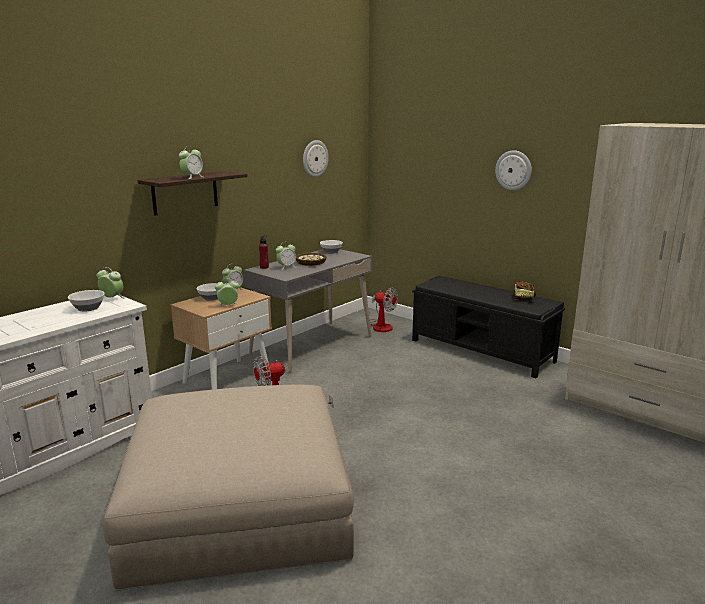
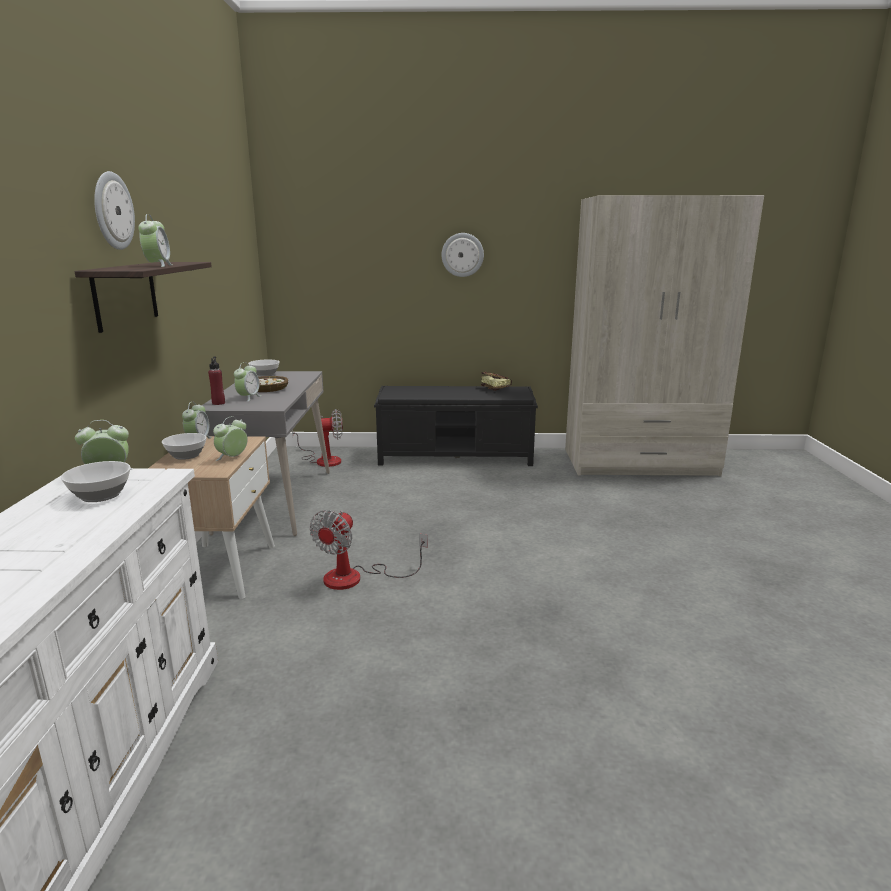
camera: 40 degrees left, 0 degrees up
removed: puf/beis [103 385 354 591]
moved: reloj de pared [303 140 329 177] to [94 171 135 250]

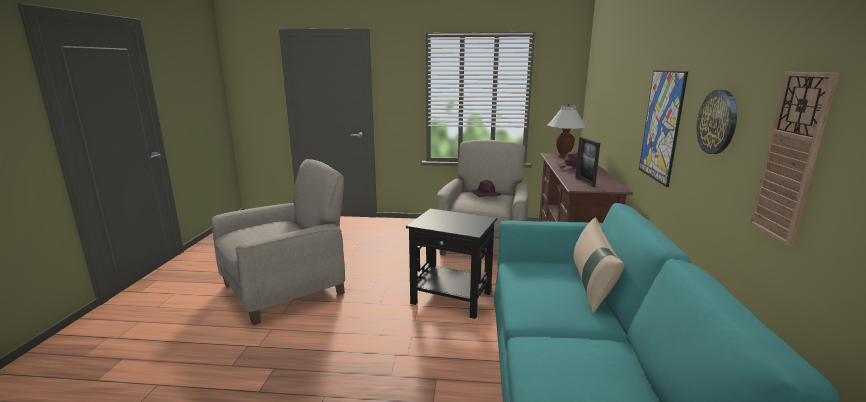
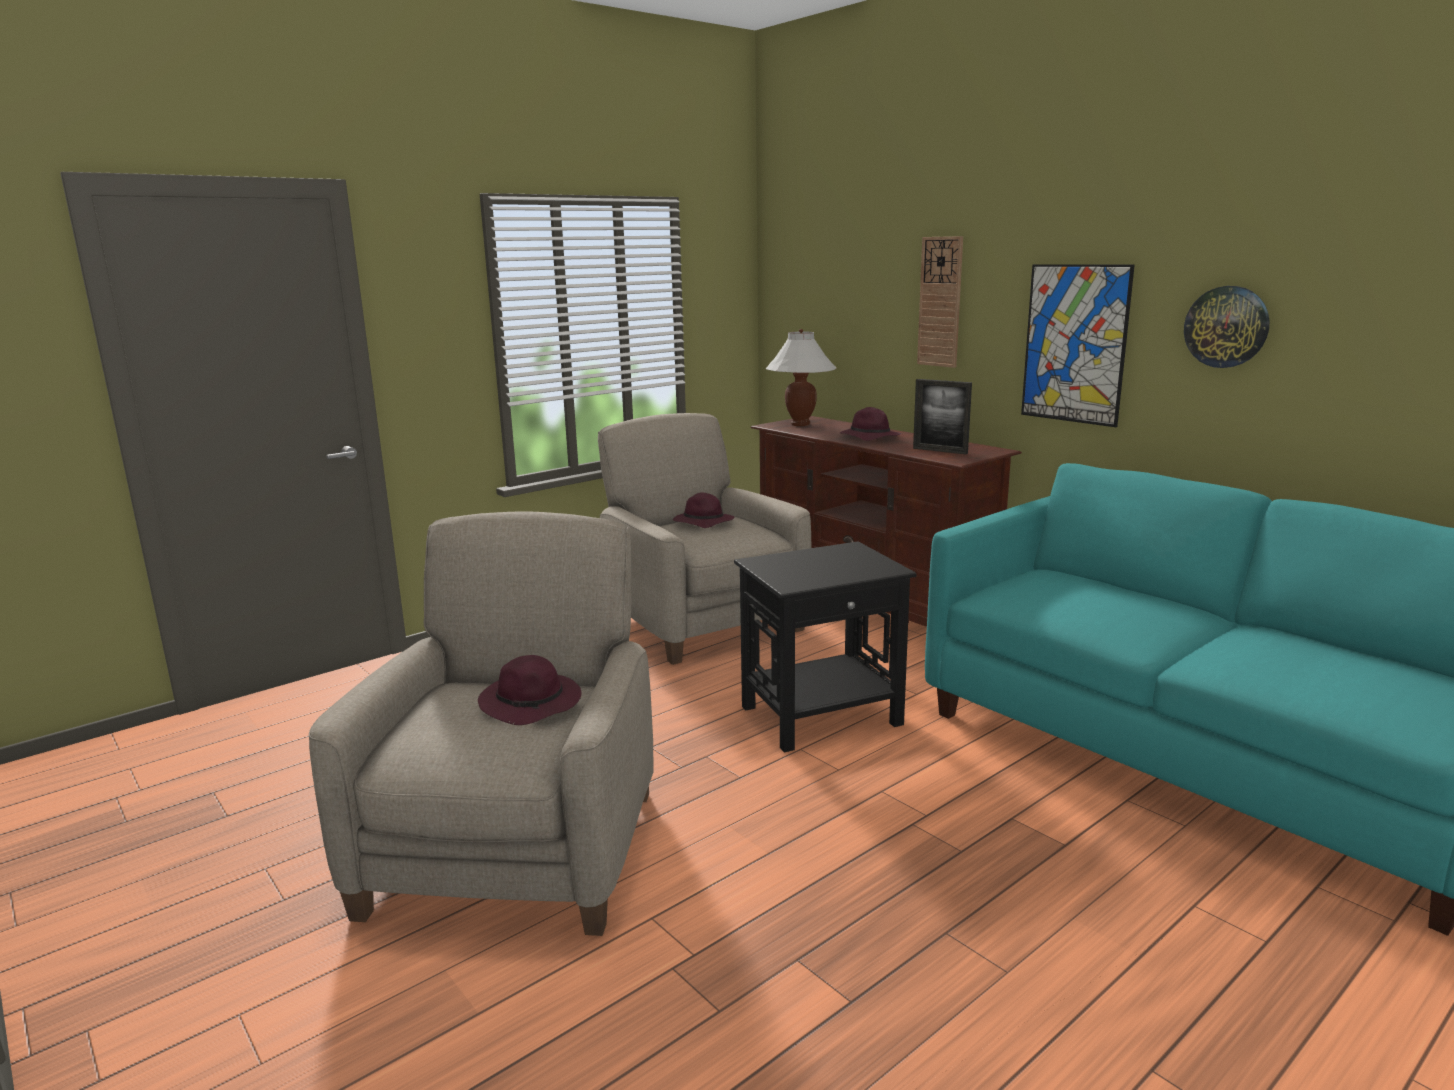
camera: 45 degrees left, 0 degrees up
removed: cojín/beis [572 217 624 314]
added: sombrero/morado [478 655 581 725]
moved: reloj de pared [750 72 839 246] to [917 236 963 368]

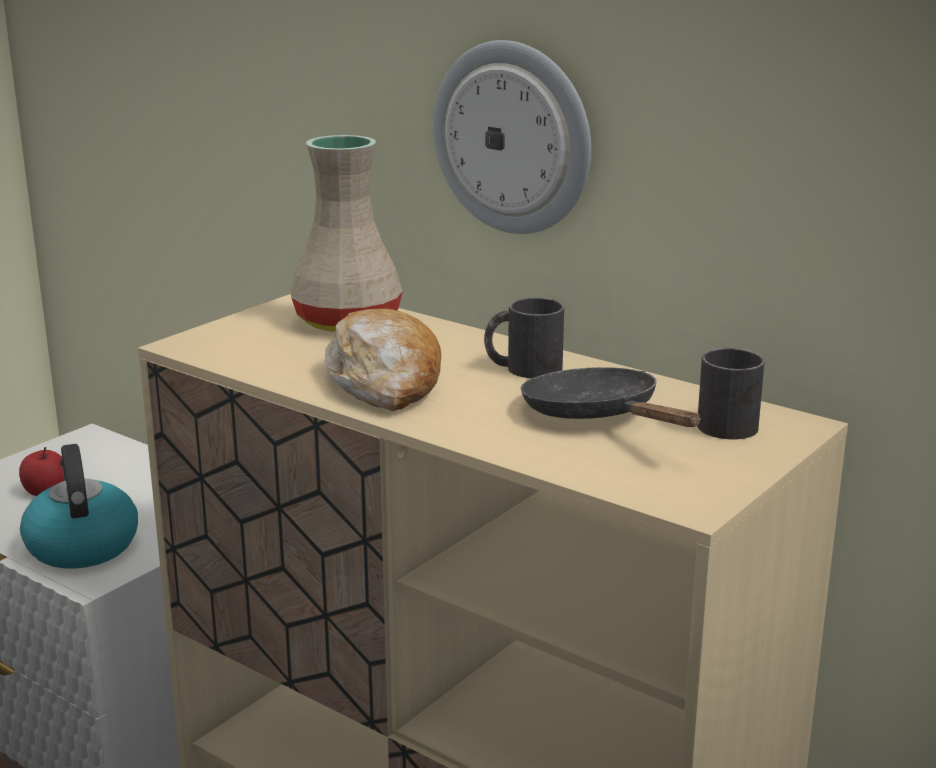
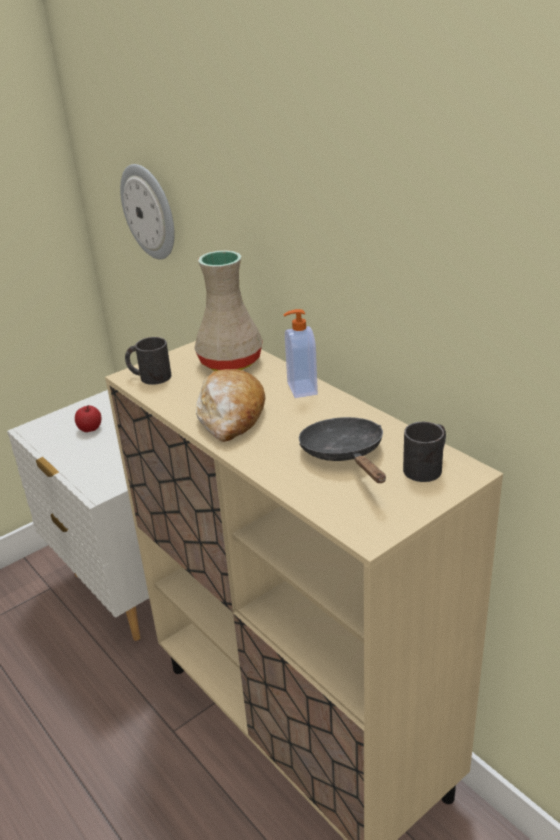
camera: 15 degrees right, 10 degrees up
removed: hervidor [20 444 138 569]
added: dispensador de jabón [283 309 318 398]
moved: reloj de pared [433 40 591 234] to [120 164 175 259]; taza grande/negro [484 297 564 379] to [125 337 171 385]

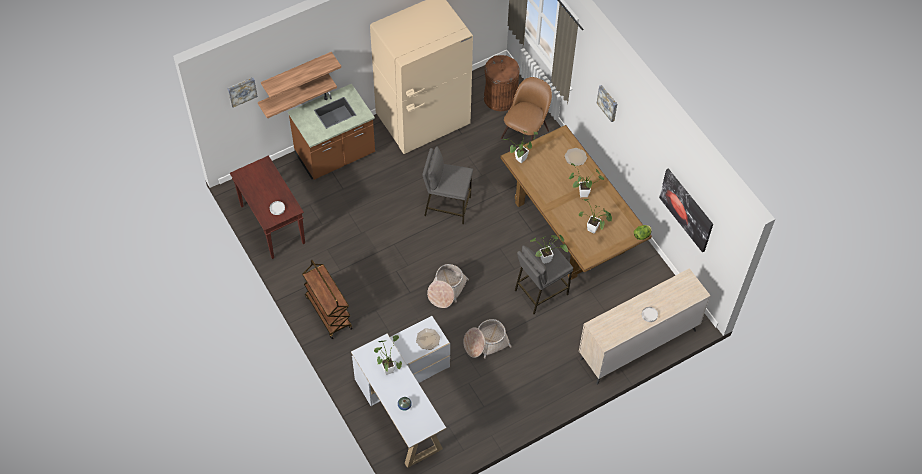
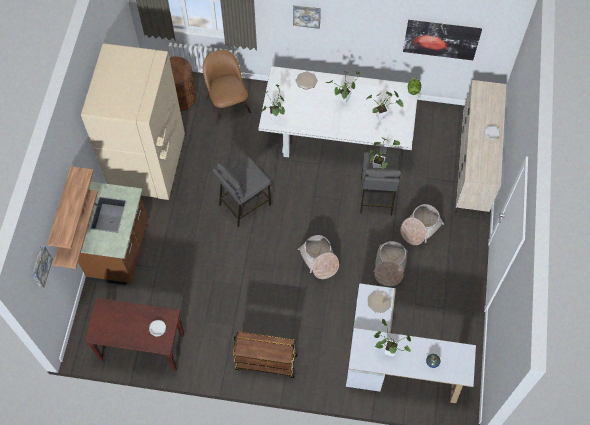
camera: 50 degrees left, 5 degrees up
added: cesta [400 204 444 245]
recoloured: mesa de comedor/marrón [500 125 652 280] to mesa de comedor/blanco [258 66 418 157]

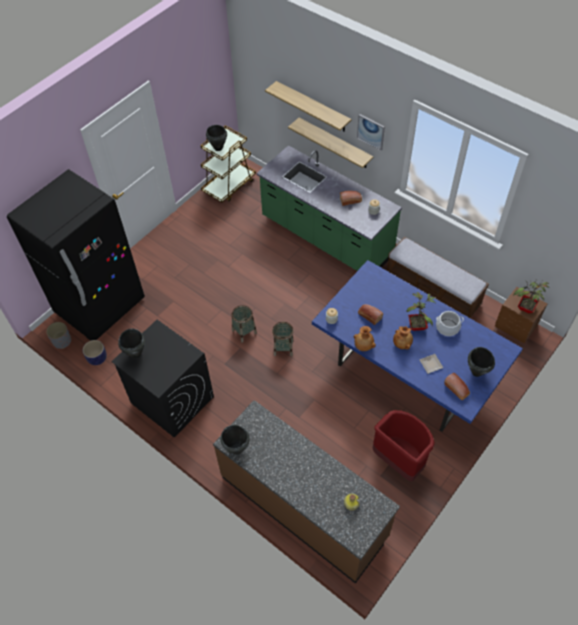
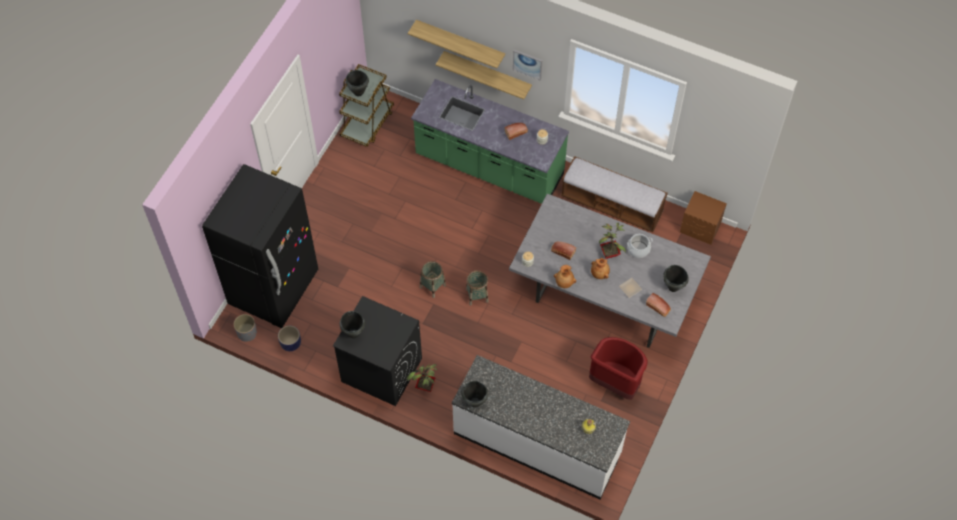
camera: 15 degrees left, 5 degrees up
moved: planta en maceta [514 279 549 313] to [407 364 437 392]
recoloured: mueble bajo de cocina/marrón [213 400 400 584] to mueble bajo de cocina/blanco [452 355 630 499]; mesa de comedor/azul [312 260 523 432] to mesa de comedor/gris [509 194 711 348]

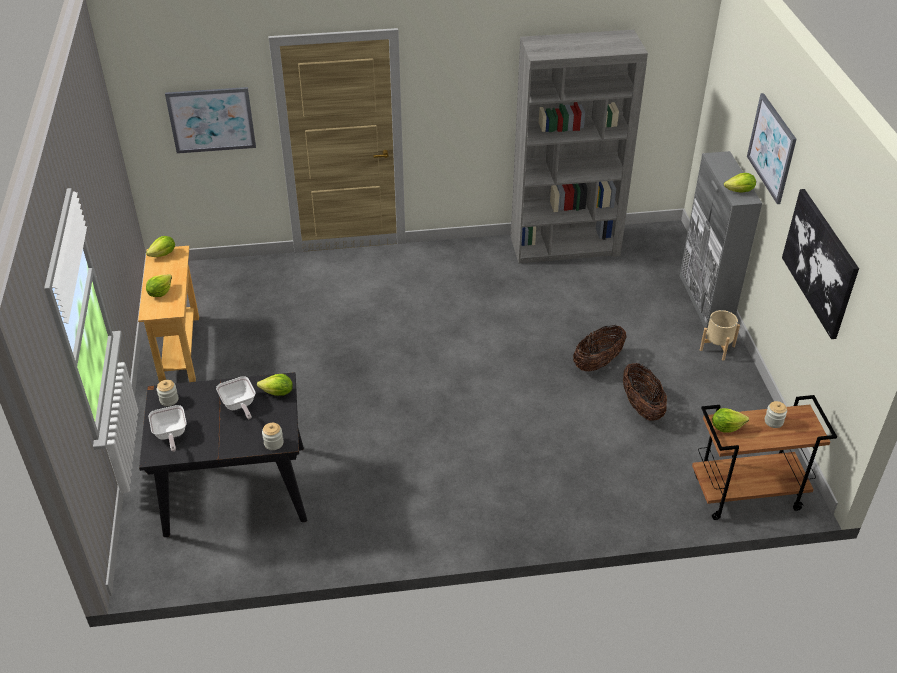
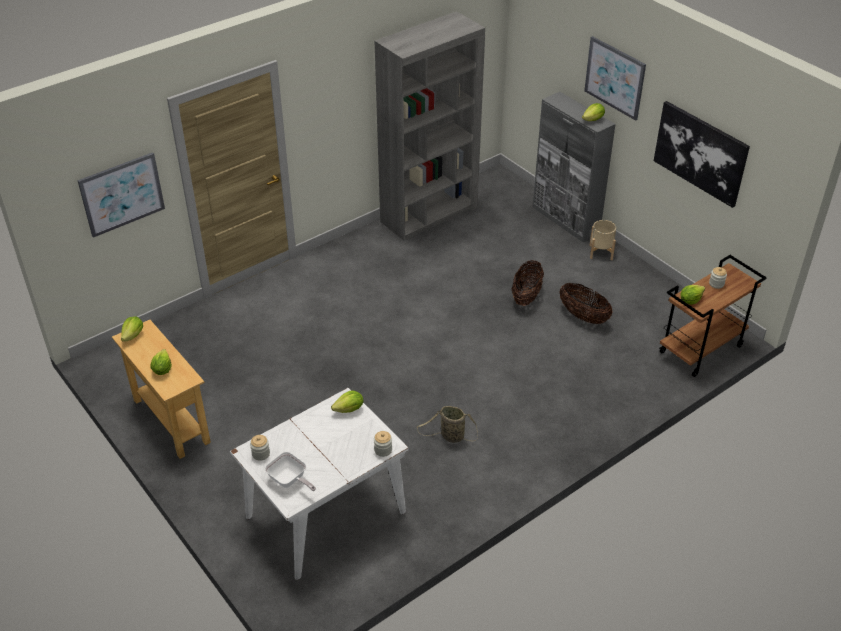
camera: 30 degrees left, 0 degrees up
removed: sartén [216 376 256 419]
added: cesta [417 406 478 443]
recoloured: mesa de comedor/negro [139 372 307 537] to mesa de comedor/blanco [230 388 409 580]

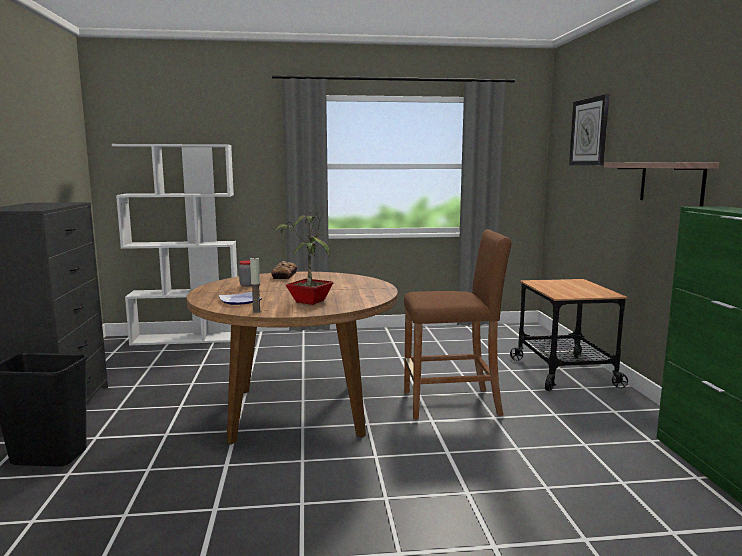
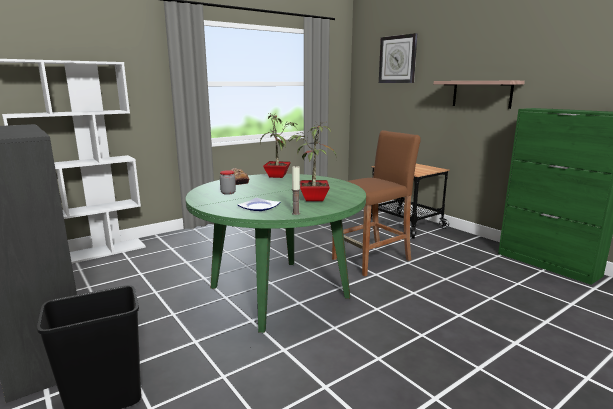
camera: 30 degrees left, 5 degrees up
added: planta en maceta [260 113 296 178]
recoloured: mesa de comedor/marrón [187 272 398 444] to mesa de comedor/verde [186 174 366 333]

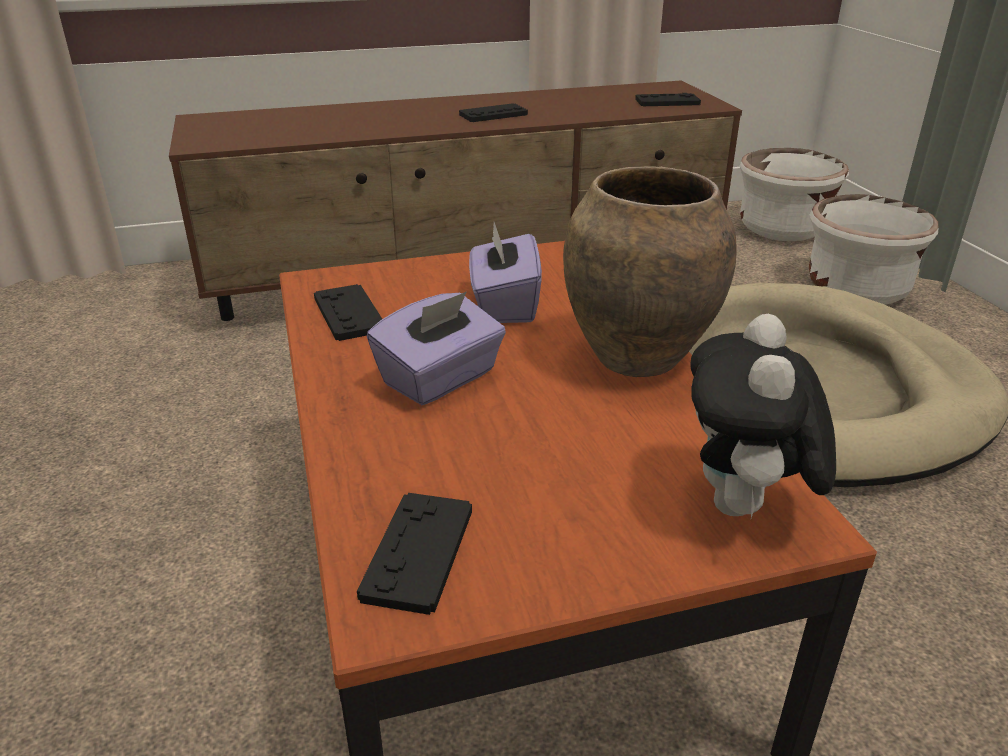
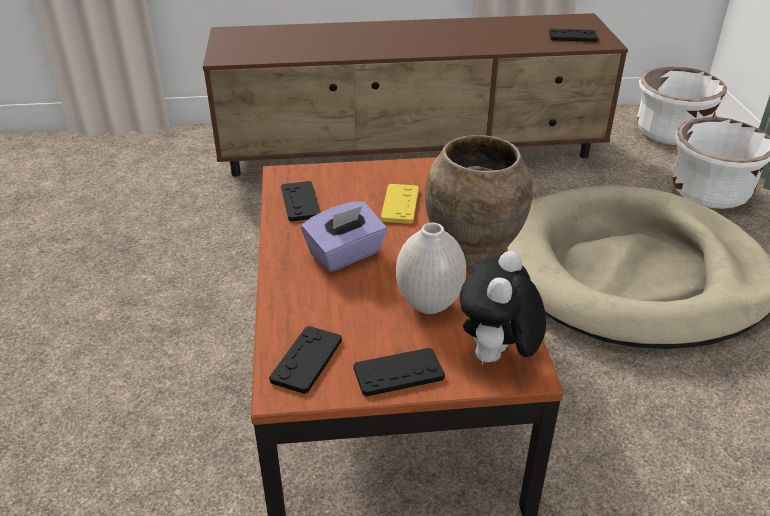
camera: 10 degrees right, 5 degrees up
added: florero/blanco [396 223 466 314]
moved: mando de consola/negro [459 103 528 122] to [353 348 445 397]
replaced: caja de pañuelos/morado [469 222 542 323] to mando de consola/amarillo [381 184 419 224]

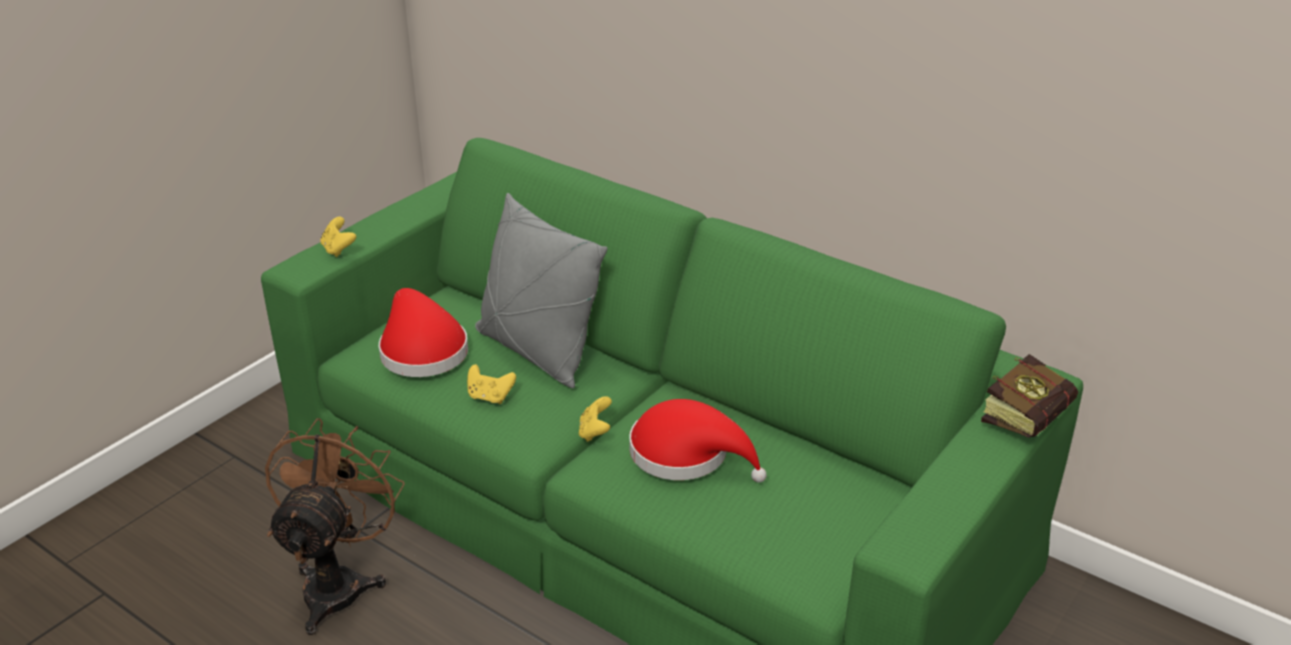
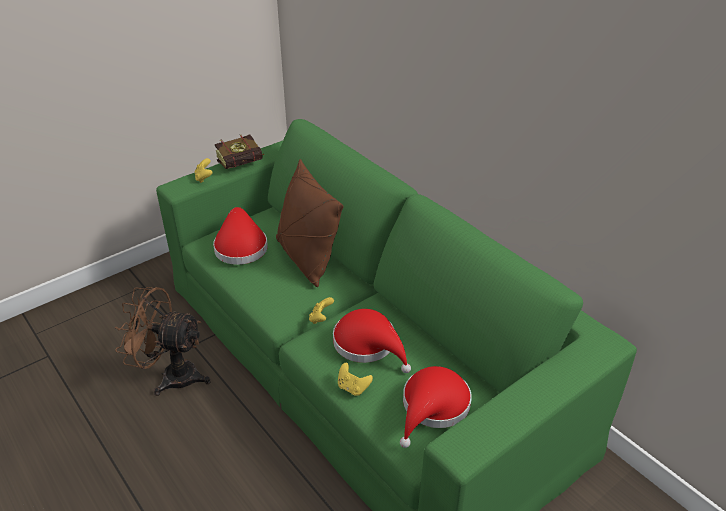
camera: 15 degrees right, 5 degrees up
added: sombrero/rojo [400 366 472 448]
moved: mando de consola/amarillo [467 364 516 404] to [338 363 373 396]; libro [981 354 1078 438] to [215 134 264 169]
recoloured: cojín/gris [475 193 607 388] to cojín/marrón [276 159 344 287]
turned: ventilador/marrón [265 418 405 635] = [115 287 211 396] 105 degrees counterclockwise

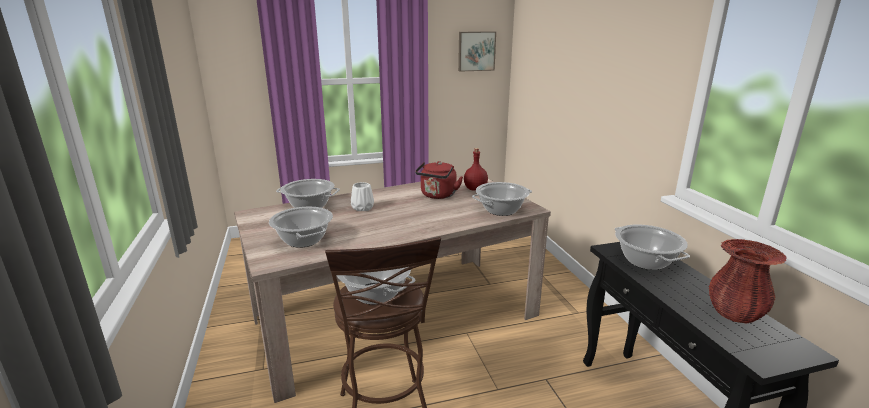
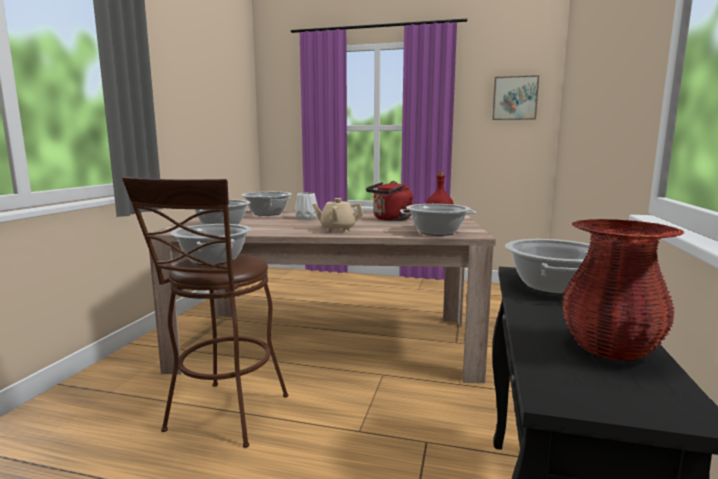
camera: 30 degrees right, 10 degrees down
added: tetera/beis [312 198 363 232]

